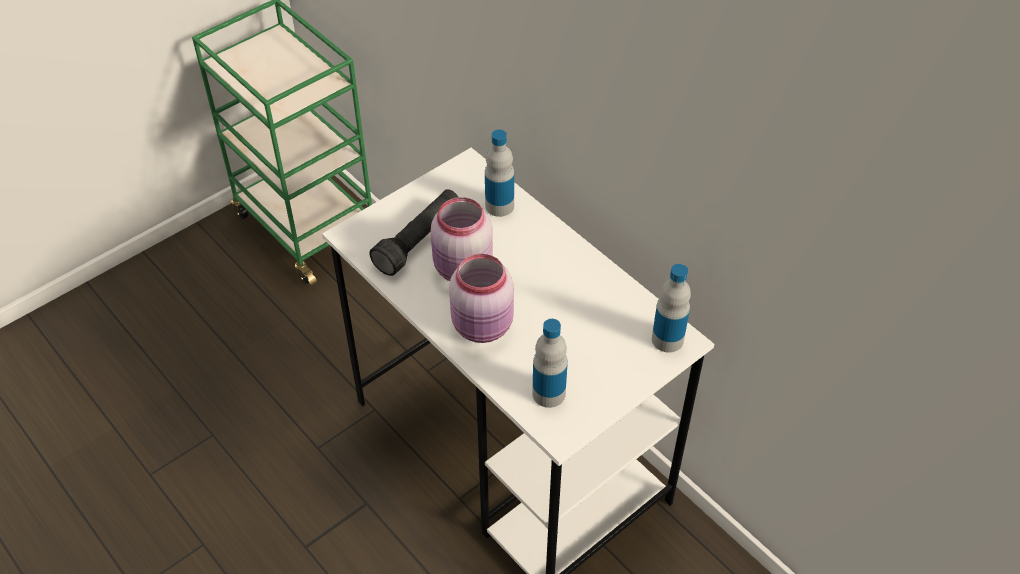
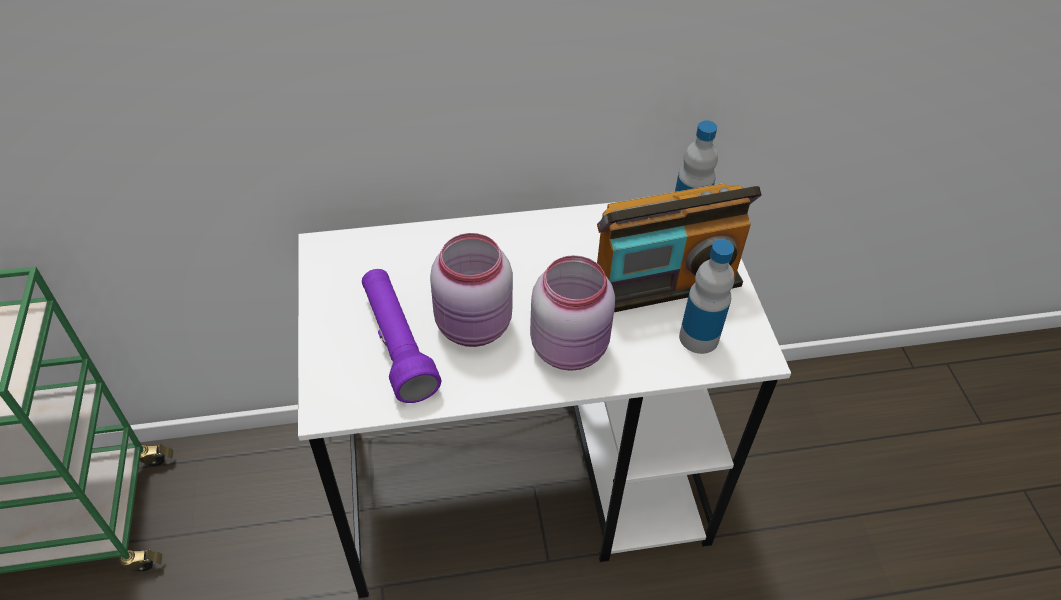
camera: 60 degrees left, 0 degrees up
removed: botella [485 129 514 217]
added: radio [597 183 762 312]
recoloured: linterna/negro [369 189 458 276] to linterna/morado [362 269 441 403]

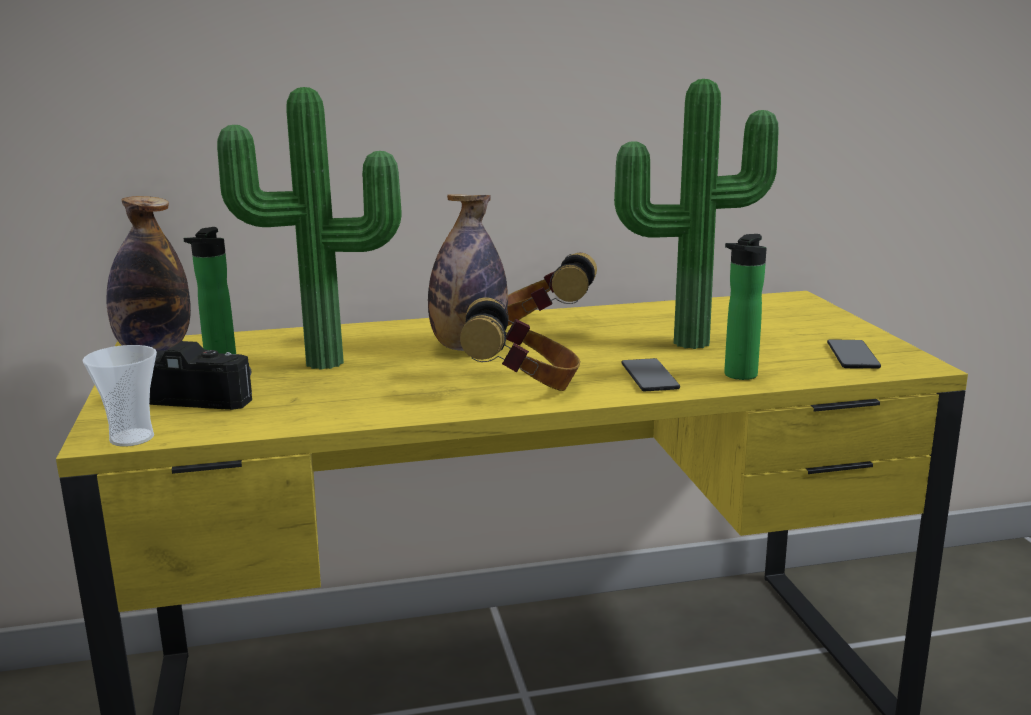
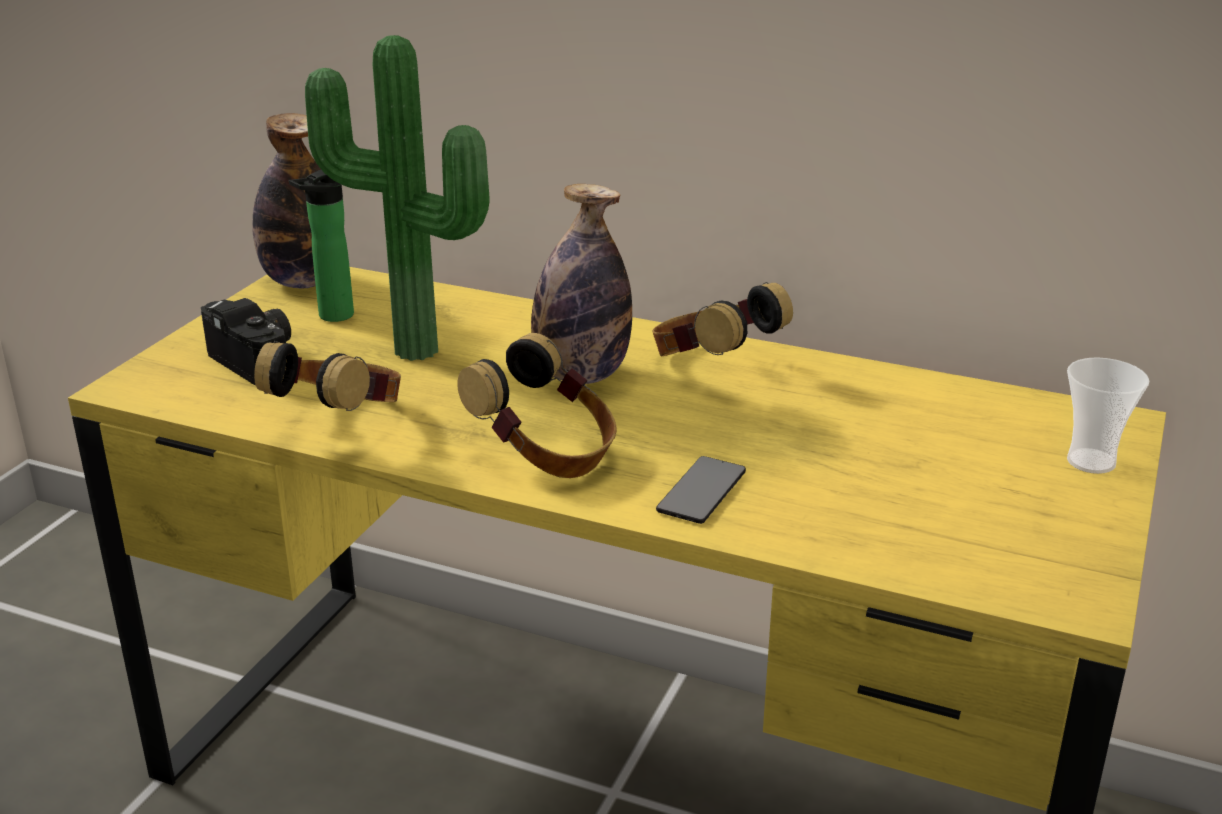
camera: 35 degrees right, 10 degrees up
removed: planta en maceta [614 79 779 349]; botella [724 234 767 380]; móvil [827 339 881 369]
added: auriculares [254 341 401 411]
moved: taza [82 345 157 447] to [1067 357 1149 474]

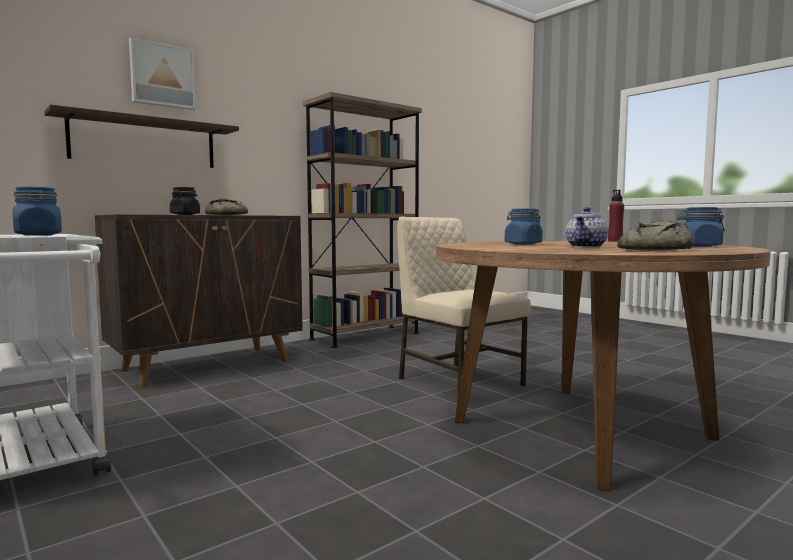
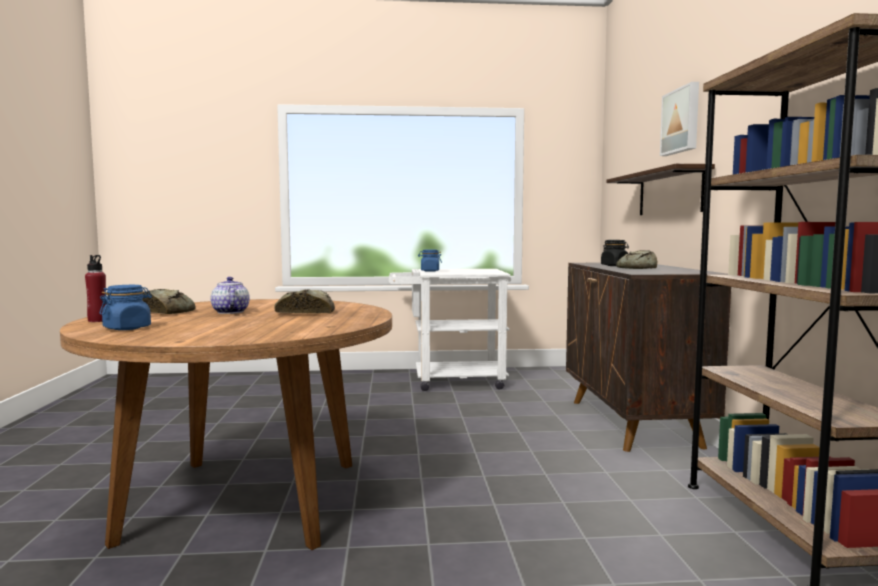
camera: 125 degrees right, 0 degrees up
removed: silla/beis [397 217 531 395]
moved: botella/rojo [608 190 624 242] to [85 255 106 322]
replaced: tarro/azul [505 208 542 245] to pan [274 289 335 313]

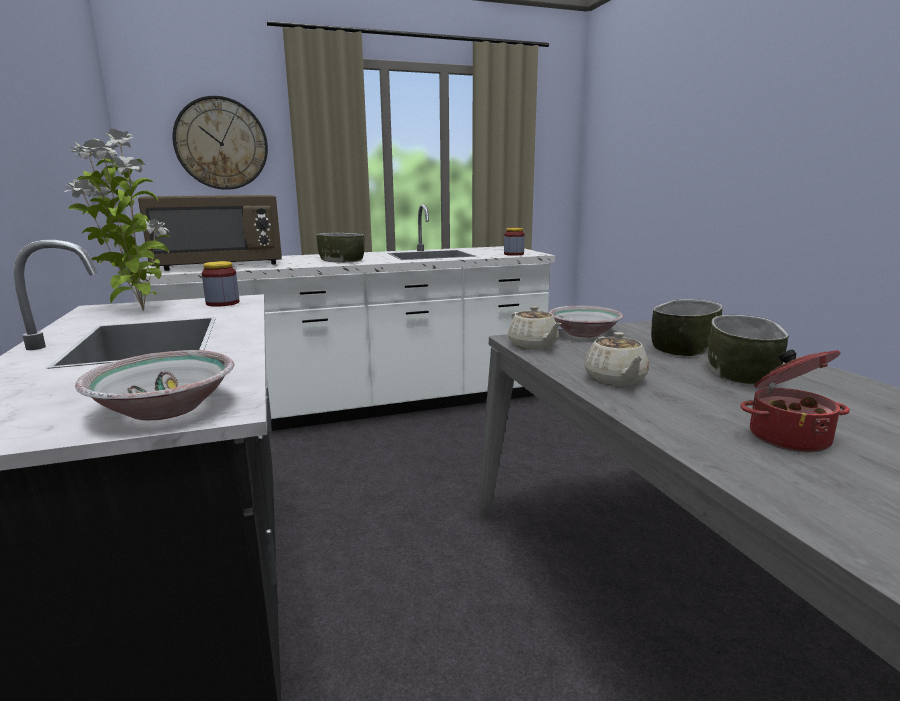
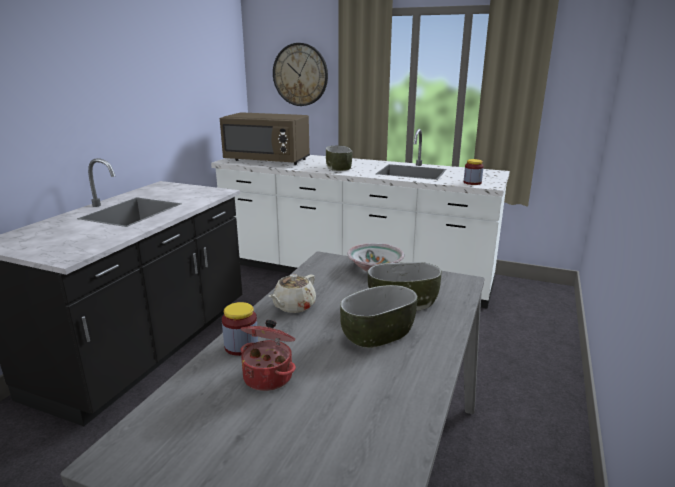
camera: 40 degrees right, 5 degrees up
removed: planta en maceta [65 129 170 310]; cuenco [75 350 234 420]; tetera/beis [508 306 561 349]
moved: tarro [202 261 240 307] to [222 302 258 356]

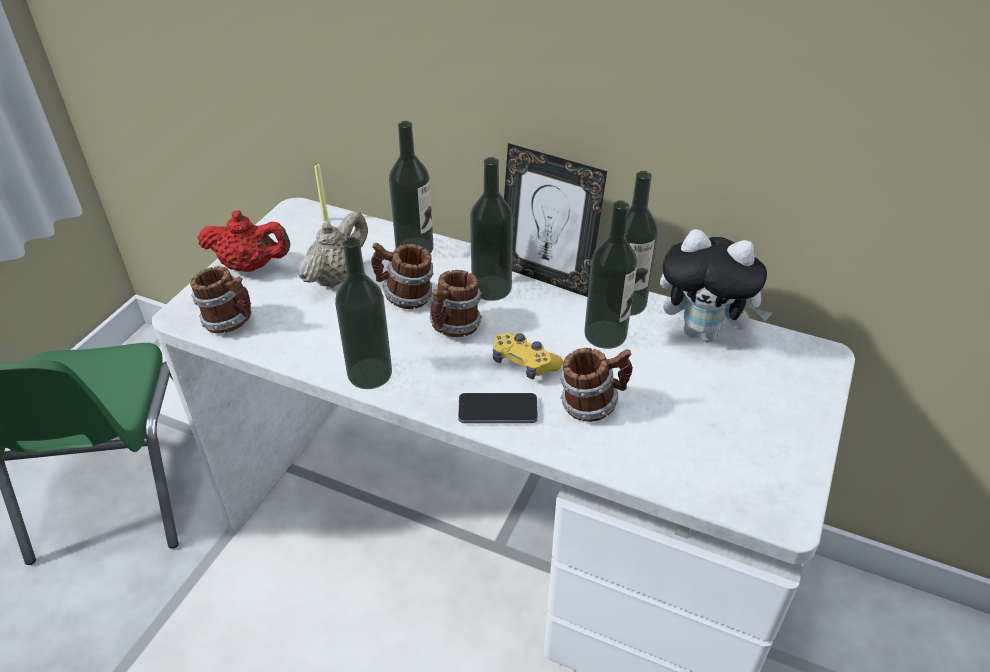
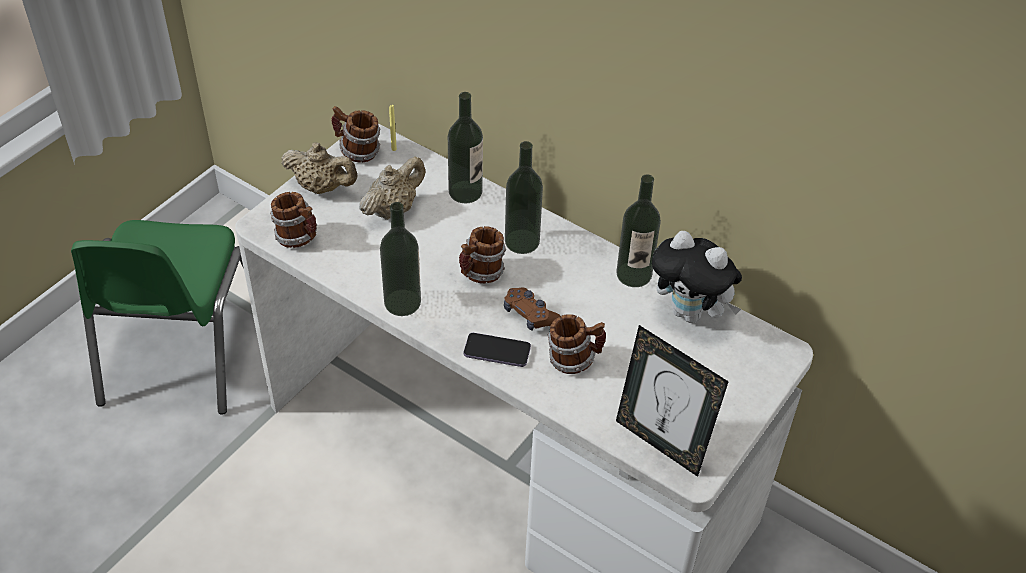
camera: 10 degrees right, 5 degrees up
removed: botella [584 200 637 349]
moved: taza grande [371 243 434 309] to [331 106 380 162]; portarretratos [504 143 607 297] to [616 325 729 477]
recoloured: tetera/rojo [197 211 290 272] to tetera/beis [281 142 358 194]; mando de consola/amarillo [493 333 563 380] to mando de consola/marrón [504 287 561 331]

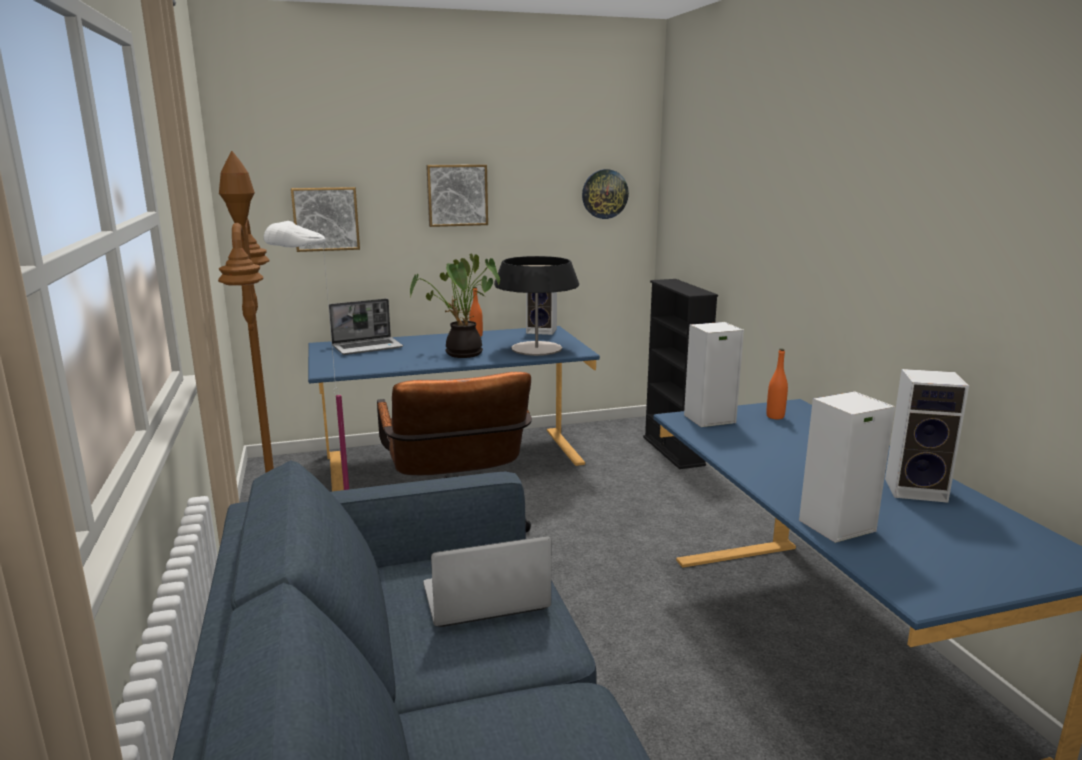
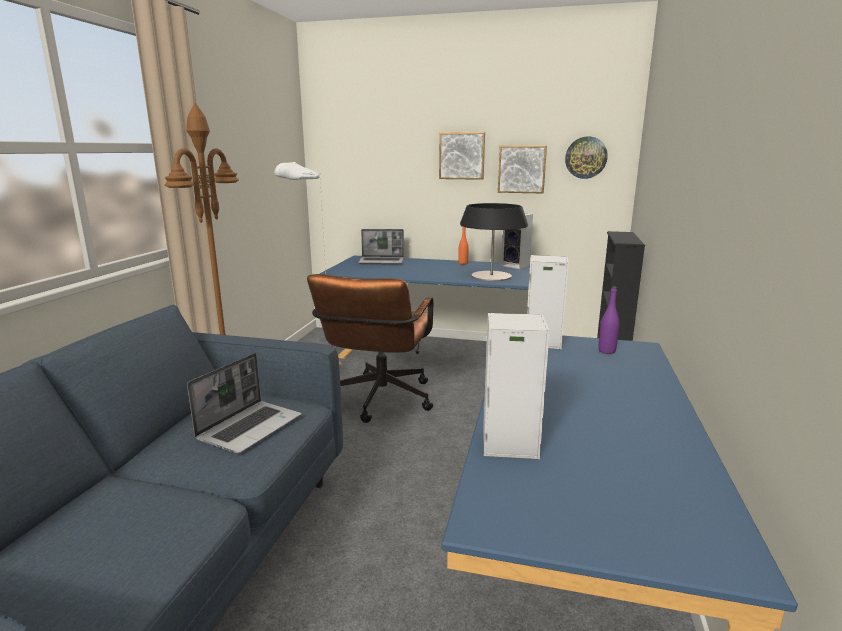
camera: 30 degrees right, 0 degrees up
removed: planta en maceta [410 254 500 358]; altavoz [885 369 969 503]
moved: cuadro [291 187 360 252] to [498 145 547 194]
recoloured: botella/naranja [766 348 788 419] to botella/morado [598 287 619 354]
turned: portátil [423 536 551 627] = [187 353 301 453] 105 degrees clockwise

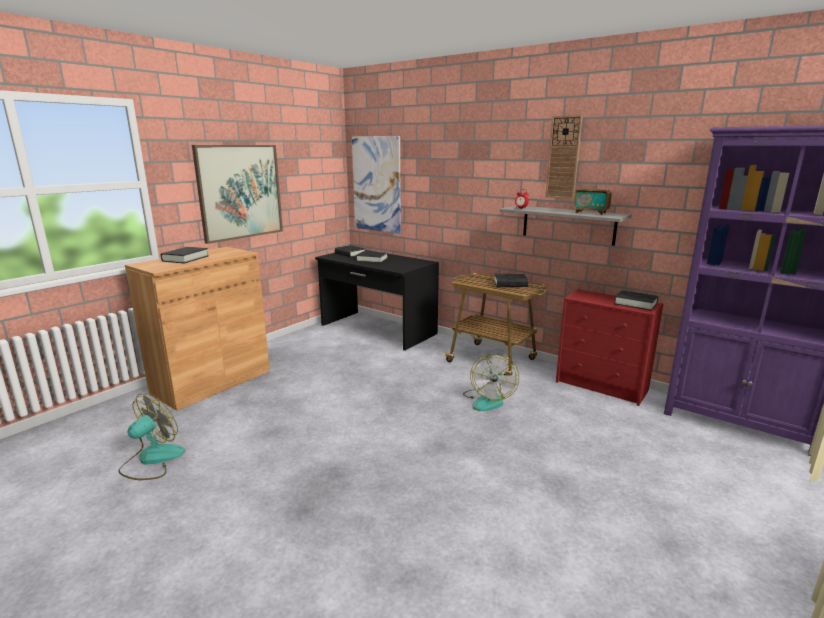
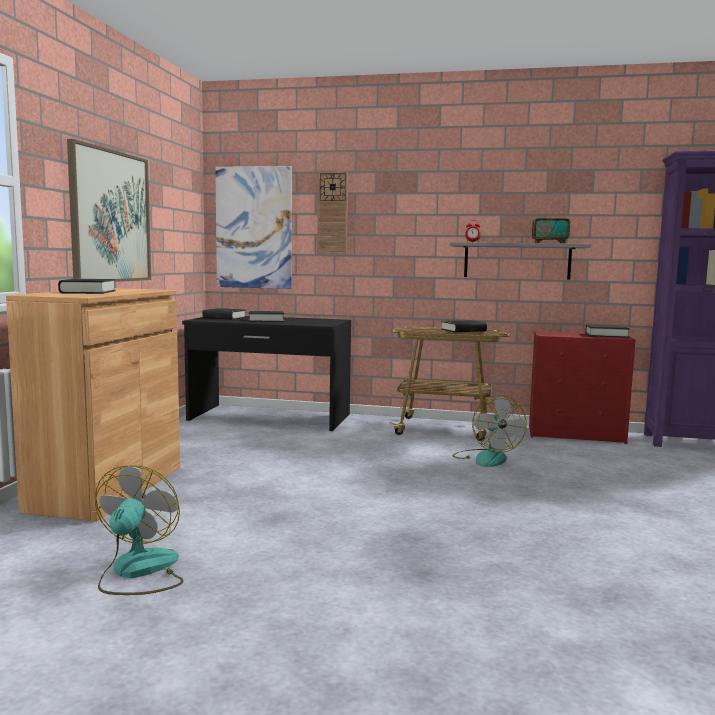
camera: 25 degrees left, 10 degrees down
moved: reloj de pared [546 115 583 199] to [317 171 348 254]

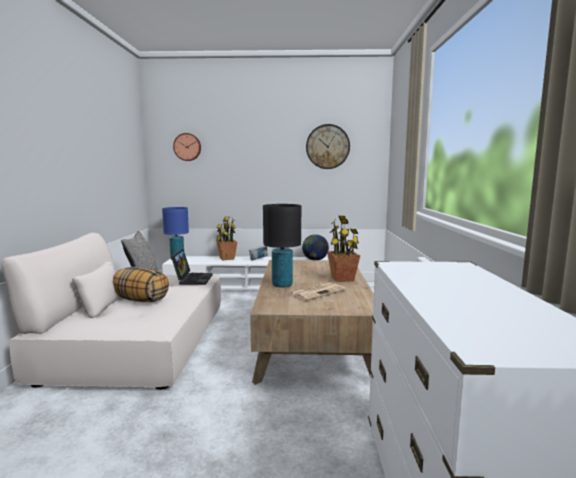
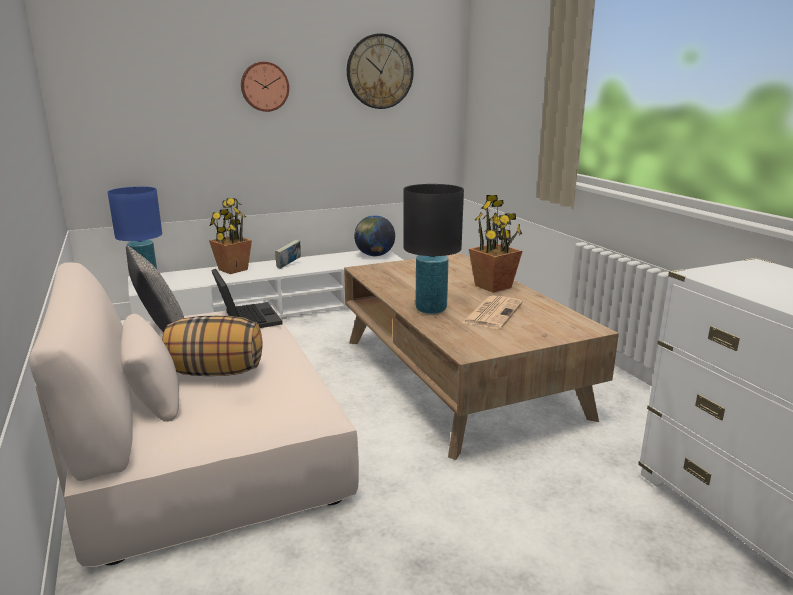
camera: 25 degrees left, 10 degrees up
moved: reloj de pared [173 133 201 161] to [241 61 289 112]

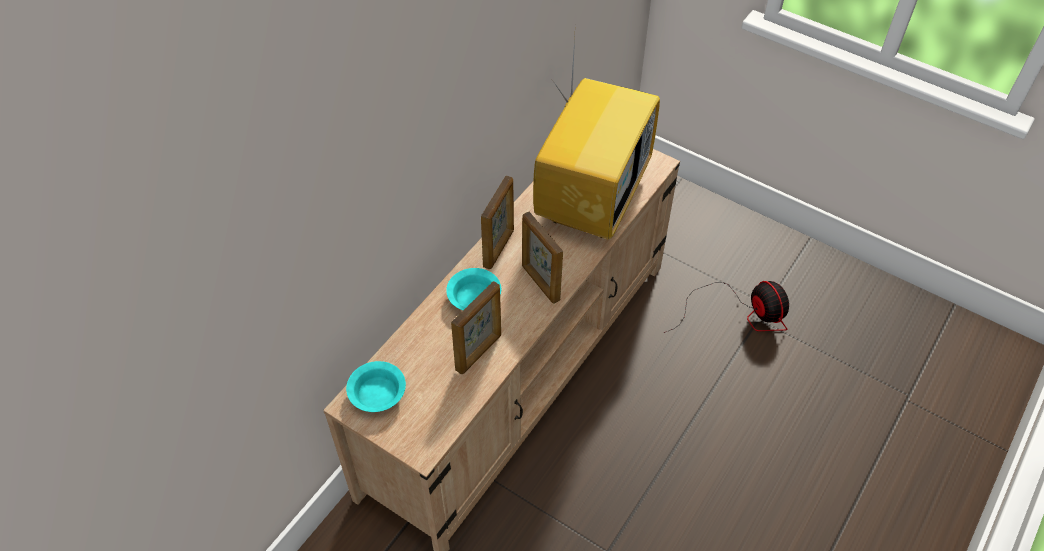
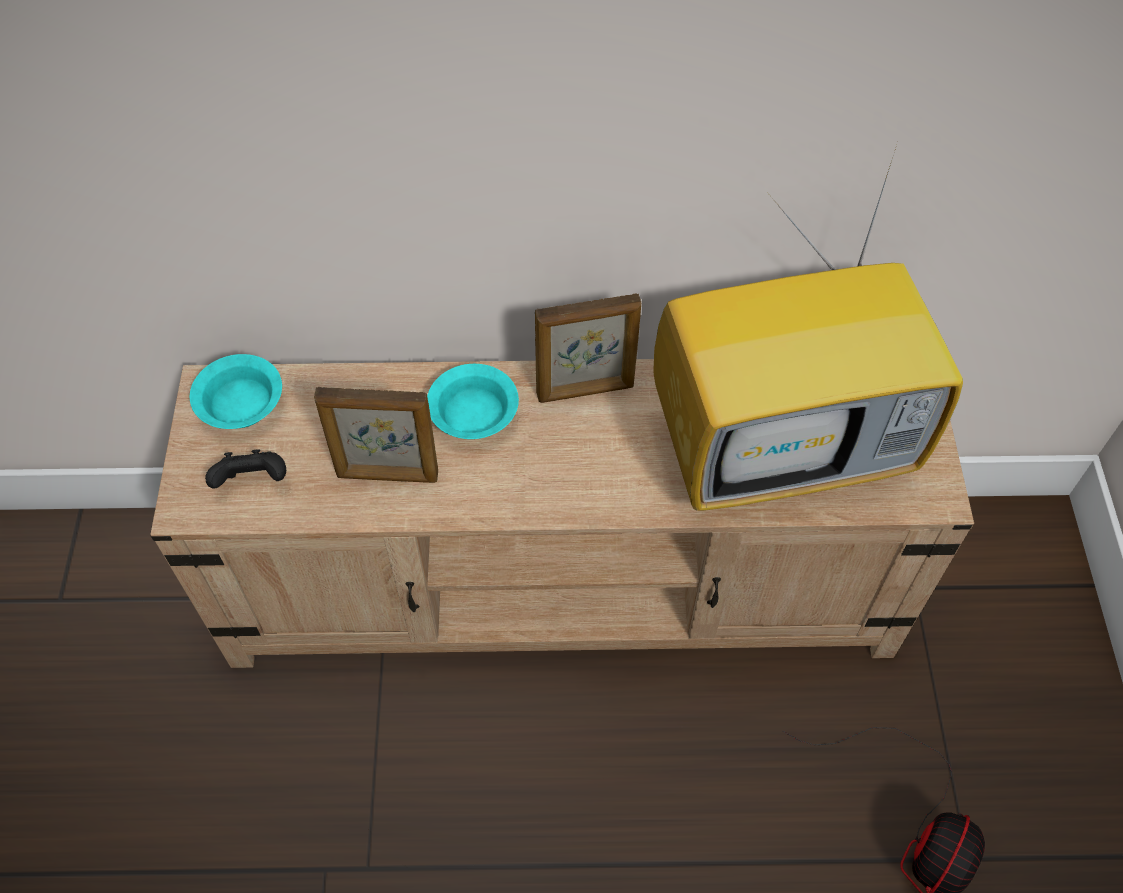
camera: 55 degrees right, 5 degrees up
removed: portarretratos [522 212 563 304]
added: mando de consola/negro [205 449 286 489]

